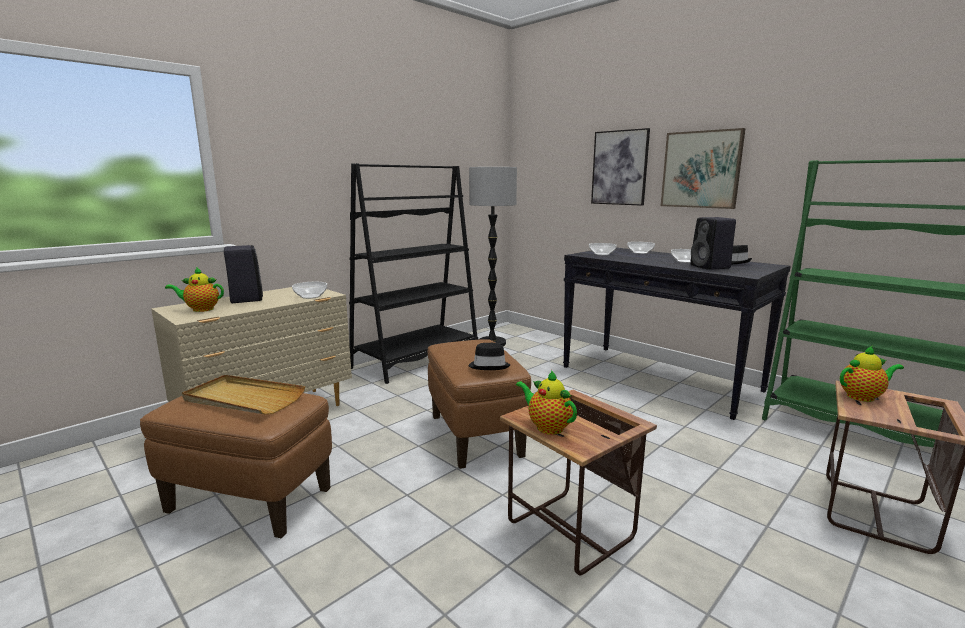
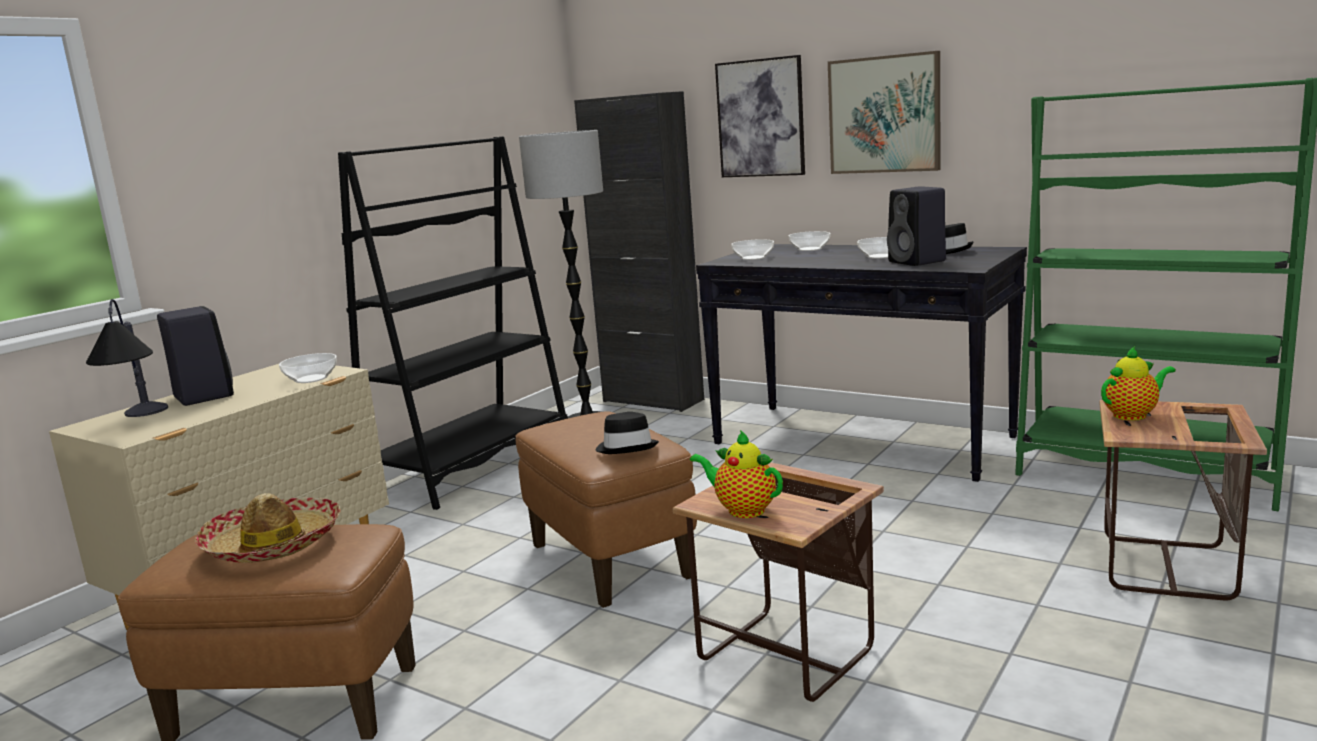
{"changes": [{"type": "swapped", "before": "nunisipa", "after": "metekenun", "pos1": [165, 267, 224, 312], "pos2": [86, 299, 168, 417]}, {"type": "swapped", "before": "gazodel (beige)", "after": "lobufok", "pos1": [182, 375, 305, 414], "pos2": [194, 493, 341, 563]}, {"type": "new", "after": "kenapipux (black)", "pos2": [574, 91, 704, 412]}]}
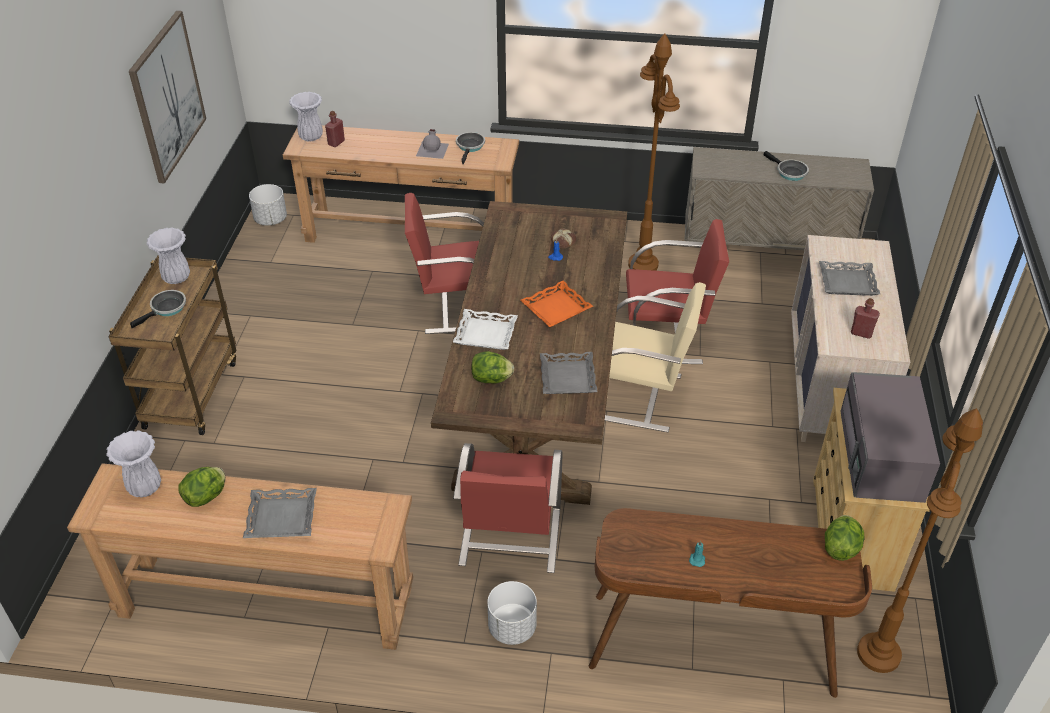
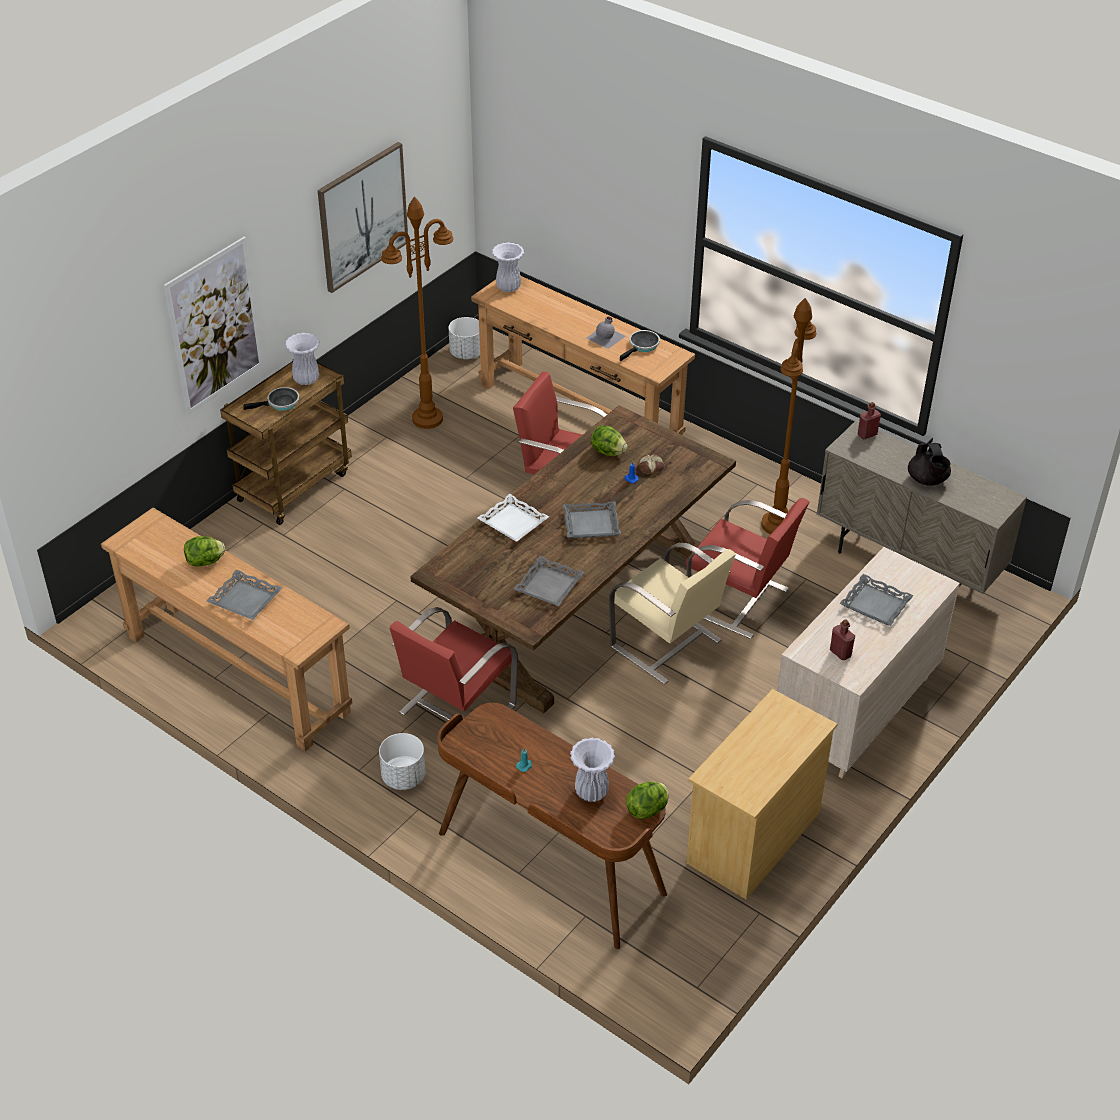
{"changes": [{"type": "shifted", "before": "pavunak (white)", "pos1": [106, 430, 161, 498], "pos2": [570, 738, 615, 802]}, {"type": "shifted", "before": "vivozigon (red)", "pos1": [325, 111, 345, 147], "pos2": [858, 402, 881, 440]}, {"type": "shifted", "before": "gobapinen", "pos1": [471, 351, 514, 384], "pos2": [591, 426, 627, 456]}, {"type": "repainted", "before": "gazodel (orange)", "after": "gazodel (grey)", "pos1": [520, 280, 593, 327], "pos2": [563, 501, 621, 538]}, {"type": "swapped", "before": "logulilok", "after": "nunisipa (black)", "pos1": [764, 151, 809, 181], "pos2": [908, 443, 951, 486]}, {"type": "gone", "before": "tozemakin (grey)", "pos1": [840, 372, 940, 503]}, {"type": "shifted", "before": "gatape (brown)", "pos1": [857, 408, 983, 673], "pos2": [381, 196, 453, 429]}, {"type": "new", "after": "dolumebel", "pos2": [164, 237, 263, 415]}]}
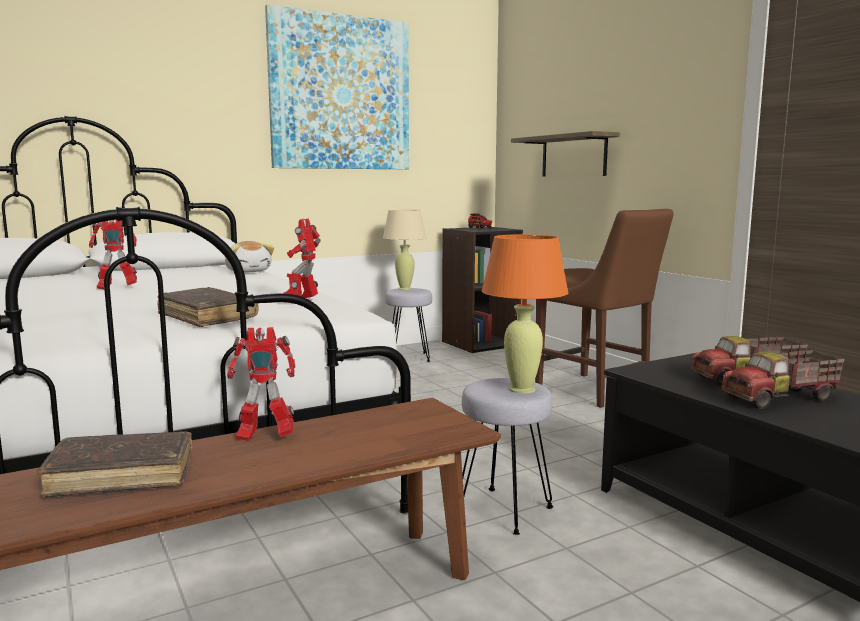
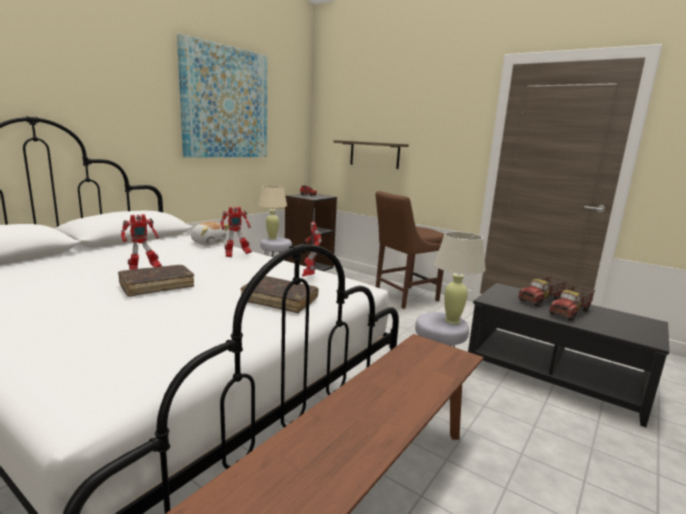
{"changes": [{"type": "shifted", "before": "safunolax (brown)", "pos1": [37, 431, 192, 498], "pos2": [118, 265, 194, 297]}, {"type": "shifted", "before": "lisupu", "pos1": [227, 327, 296, 441], "pos2": [220, 207, 252, 257]}, {"type": "repainted", "before": "metekenun (orange)", "after": "metekenun (beige)", "pos1": [482, 235, 569, 394], "pos2": [434, 232, 486, 324]}, {"type": "rotated", "before": "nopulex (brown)", "pos1": [535, 209, 674, 408], "pos2": [375, 191, 444, 309], "turn": 120}]}
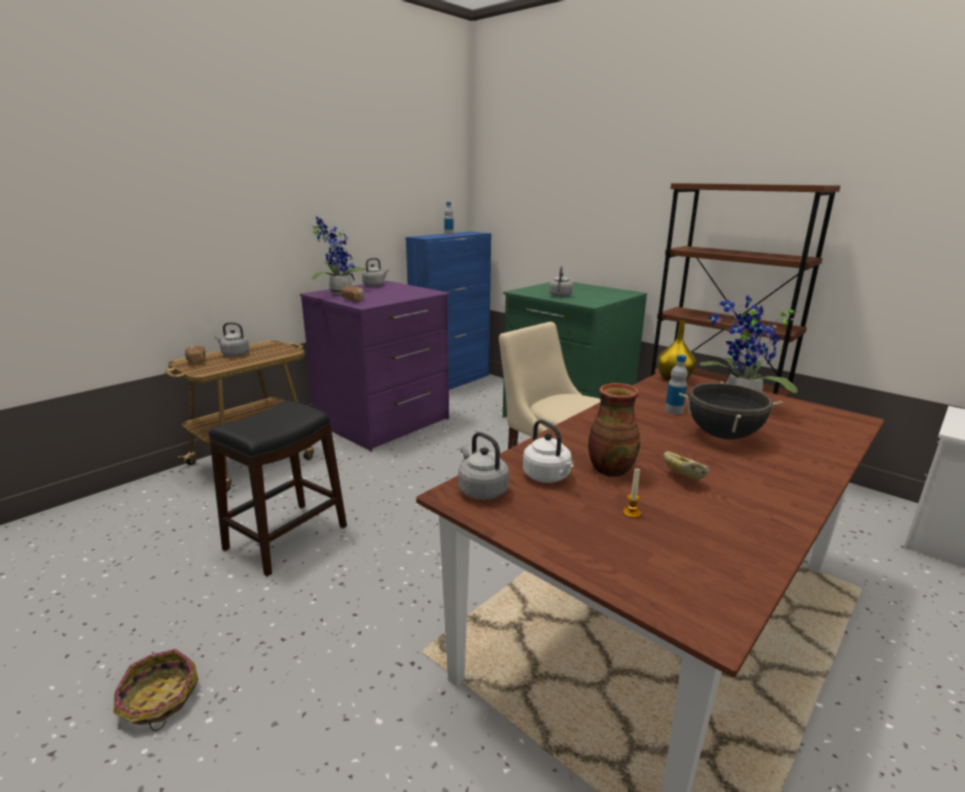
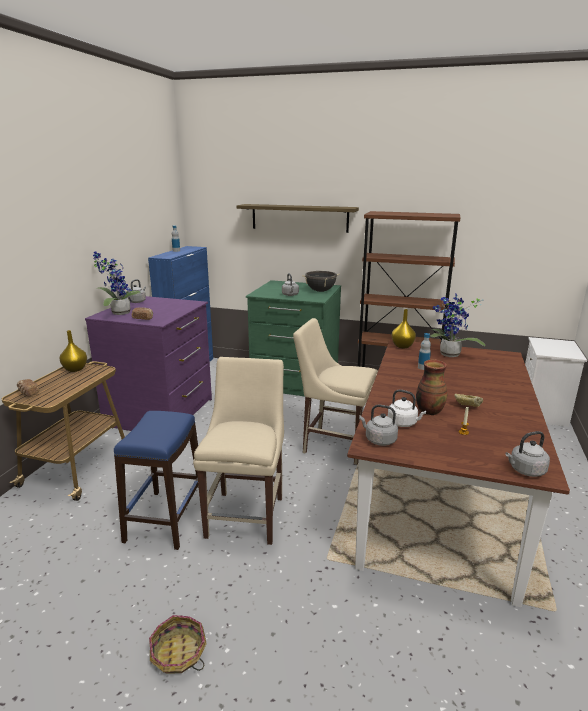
{"changes": [{"type": "repainted", "before": "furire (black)", "after": "furire (blue)", "pos1": [209, 401, 347, 577], "pos2": [114, 411, 199, 550]}, {"type": "shifted", "before": "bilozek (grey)", "pos1": [215, 322, 249, 356], "pos2": [505, 431, 550, 477]}, {"type": "shifted", "before": "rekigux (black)", "pos1": [679, 381, 783, 440], "pos2": [302, 271, 340, 292]}, {"type": "new", "after": "pavunak (yellow)", "pos2": [60, 330, 87, 372]}, {"type": "new", "after": "nopulex (beige)", "pos2": [193, 357, 284, 545]}, {"type": "new", "after": "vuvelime", "pos2": [237, 204, 359, 233]}]}
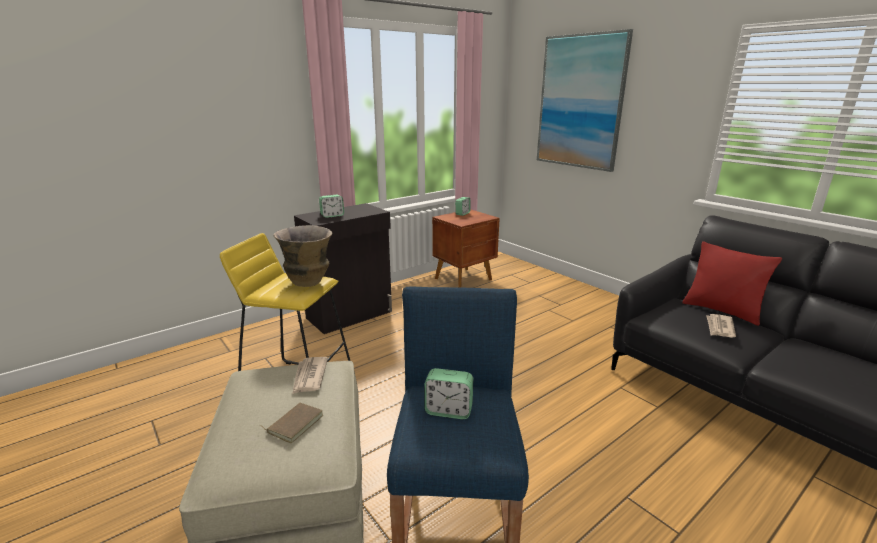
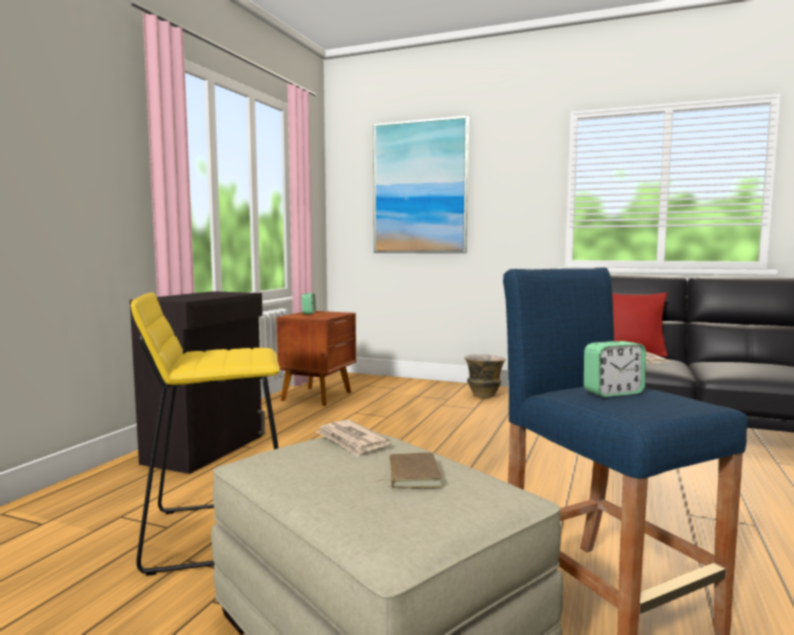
{"changes": [{"type": "shifted", "before": "pavunak", "pos1": [273, 225, 332, 287], "pos2": [464, 354, 506, 398]}, {"type": "gone", "before": "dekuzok", "pos1": [319, 195, 344, 218]}]}
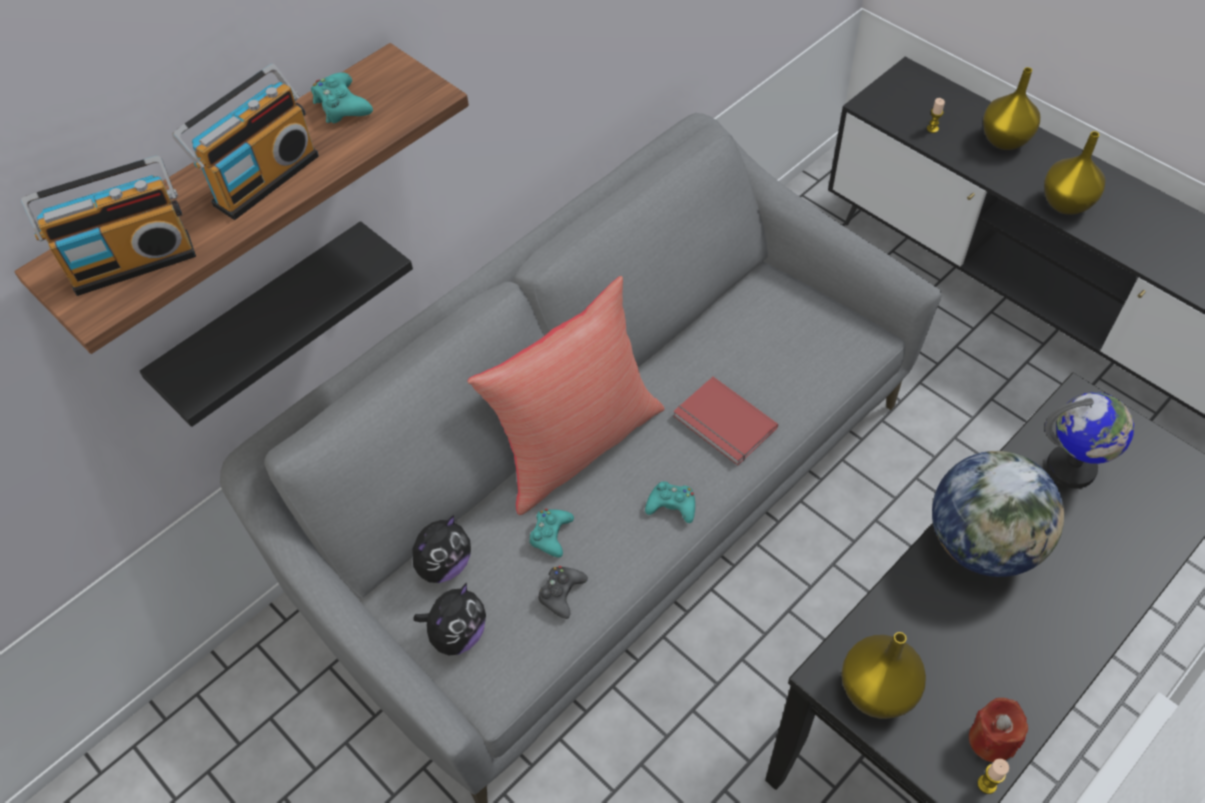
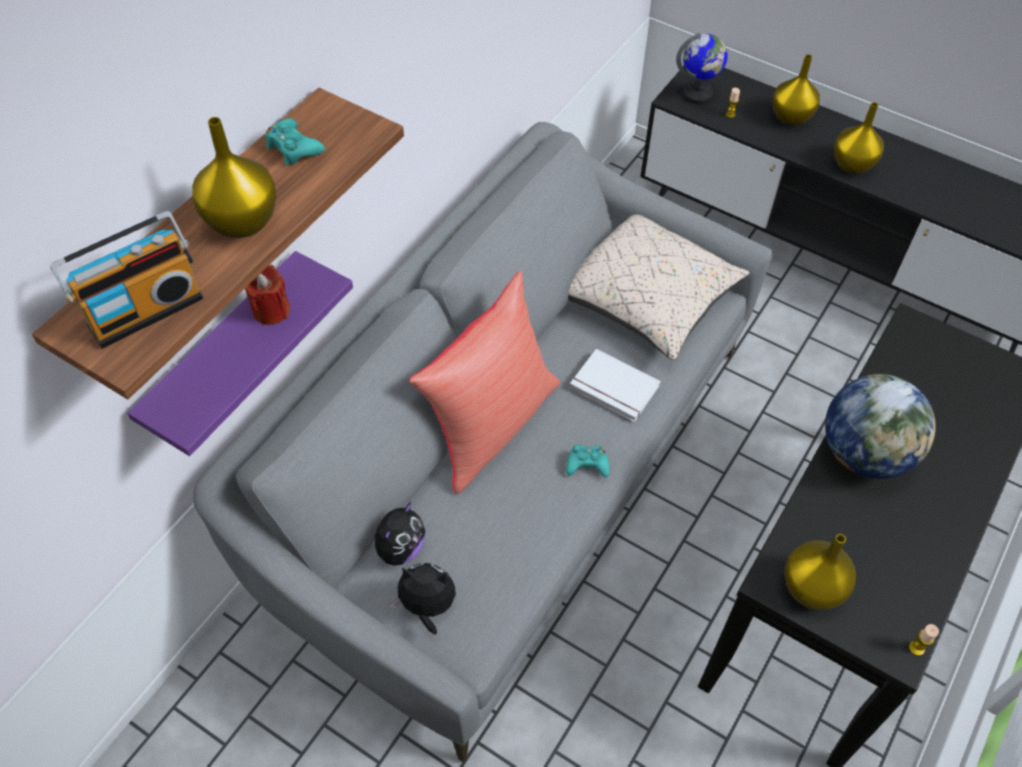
{"changes": [{"type": "repainted", "before": "vuvelime (black)", "after": "vuvelime (purple)", "pos1": [140, 221, 413, 427], "pos2": [127, 251, 353, 456]}, {"type": "swapped", "before": "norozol", "after": "pavunak (yellow)", "pos1": [172, 64, 319, 220], "pos2": [192, 117, 277, 238]}, {"type": "rotated", "before": "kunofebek", "pos1": [413, 583, 486, 655], "pos2": [390, 563, 456, 635], "turn": -105}, {"type": "gone", "before": "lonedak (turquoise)", "pos1": [529, 509, 574, 557]}, {"type": "gone", "before": "lonedak (black)", "pos1": [538, 566, 588, 619]}, {"type": "repainted", "before": "safunolax (red)", "after": "safunolax (white)", "pos1": [673, 377, 778, 466], "pos2": [570, 349, 661, 422]}, {"type": "shifted", "before": "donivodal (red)", "pos1": [969, 698, 1028, 762], "pos2": [245, 264, 290, 325]}, {"type": "shifted", "before": "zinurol", "pos1": [1045, 392, 1134, 488], "pos2": [676, 33, 728, 104]}, {"type": "new", "after": "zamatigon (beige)", "pos2": [568, 215, 749, 360]}]}
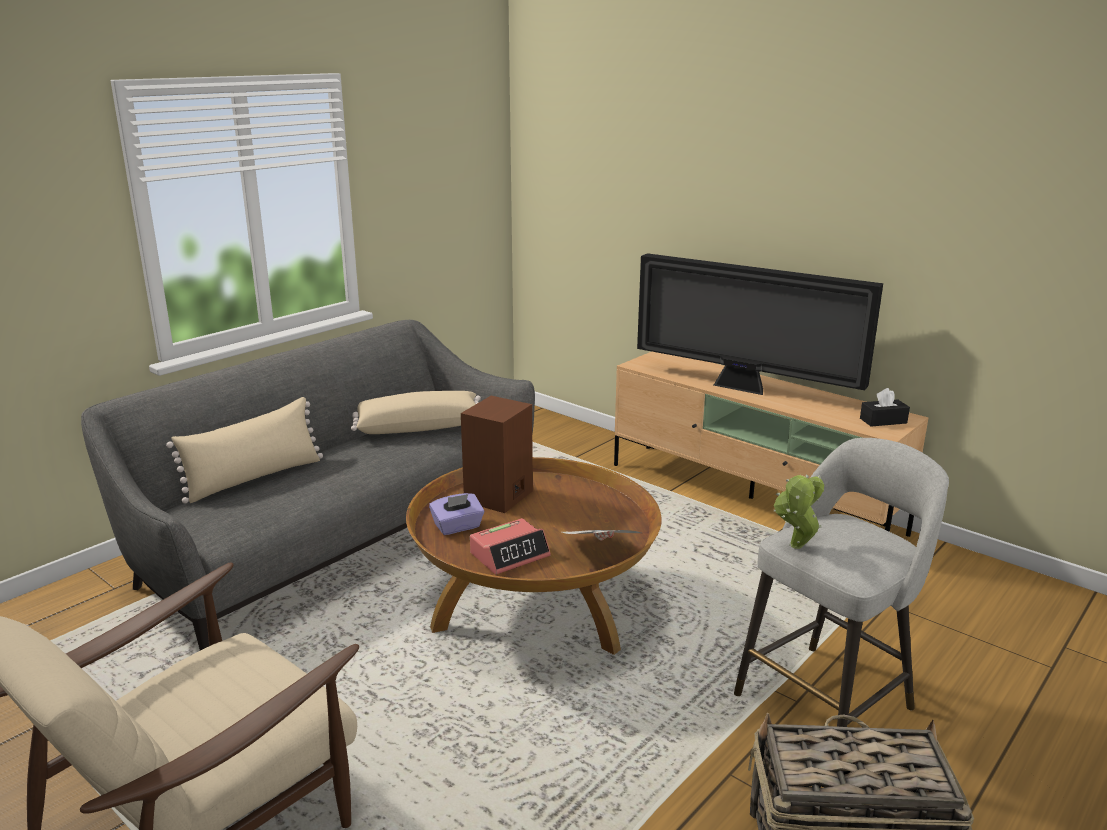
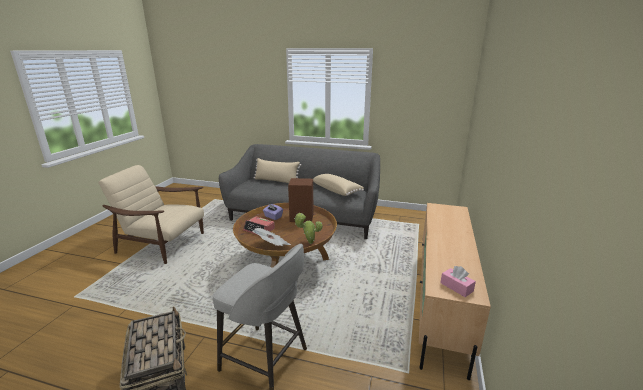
{"changes": [{"type": "gone", "before": "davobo", "pos1": [637, 253, 883, 395]}, {"type": "shifted", "before": "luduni", "pos1": [774, 475, 824, 549], "pos2": [294, 213, 323, 244]}, {"type": "repainted", "before": "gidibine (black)", "after": "gidibine (pink)", "pos1": [860, 388, 910, 427], "pos2": [440, 266, 476, 297]}]}
